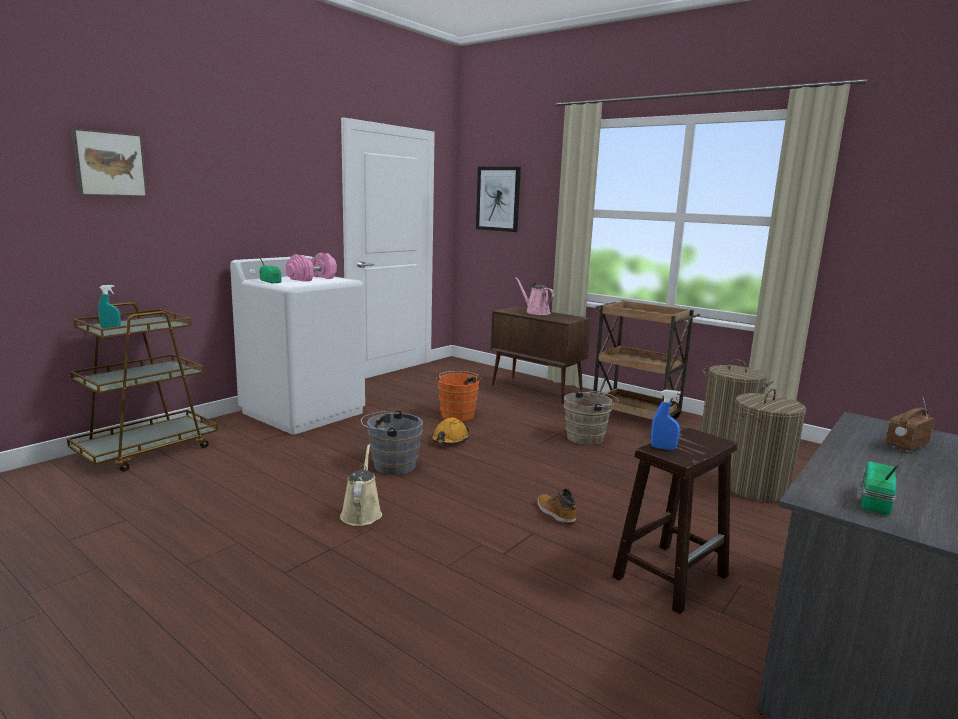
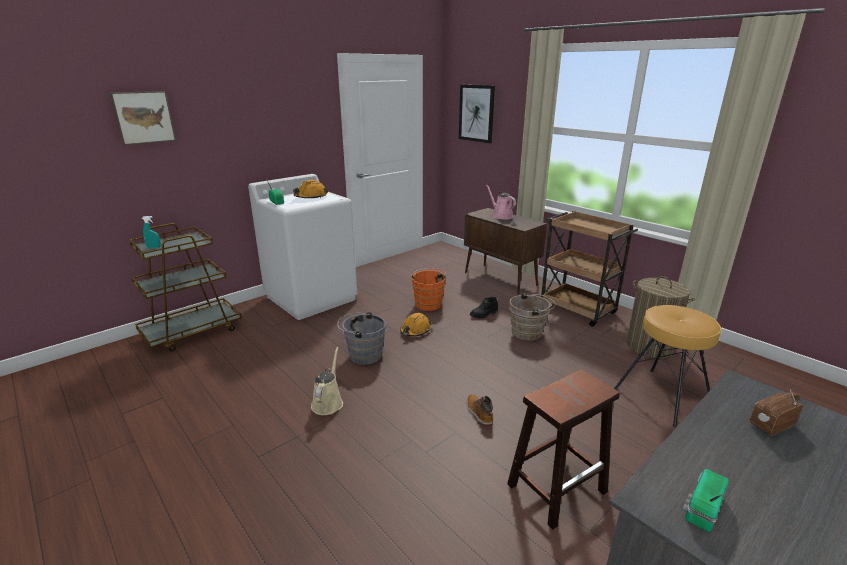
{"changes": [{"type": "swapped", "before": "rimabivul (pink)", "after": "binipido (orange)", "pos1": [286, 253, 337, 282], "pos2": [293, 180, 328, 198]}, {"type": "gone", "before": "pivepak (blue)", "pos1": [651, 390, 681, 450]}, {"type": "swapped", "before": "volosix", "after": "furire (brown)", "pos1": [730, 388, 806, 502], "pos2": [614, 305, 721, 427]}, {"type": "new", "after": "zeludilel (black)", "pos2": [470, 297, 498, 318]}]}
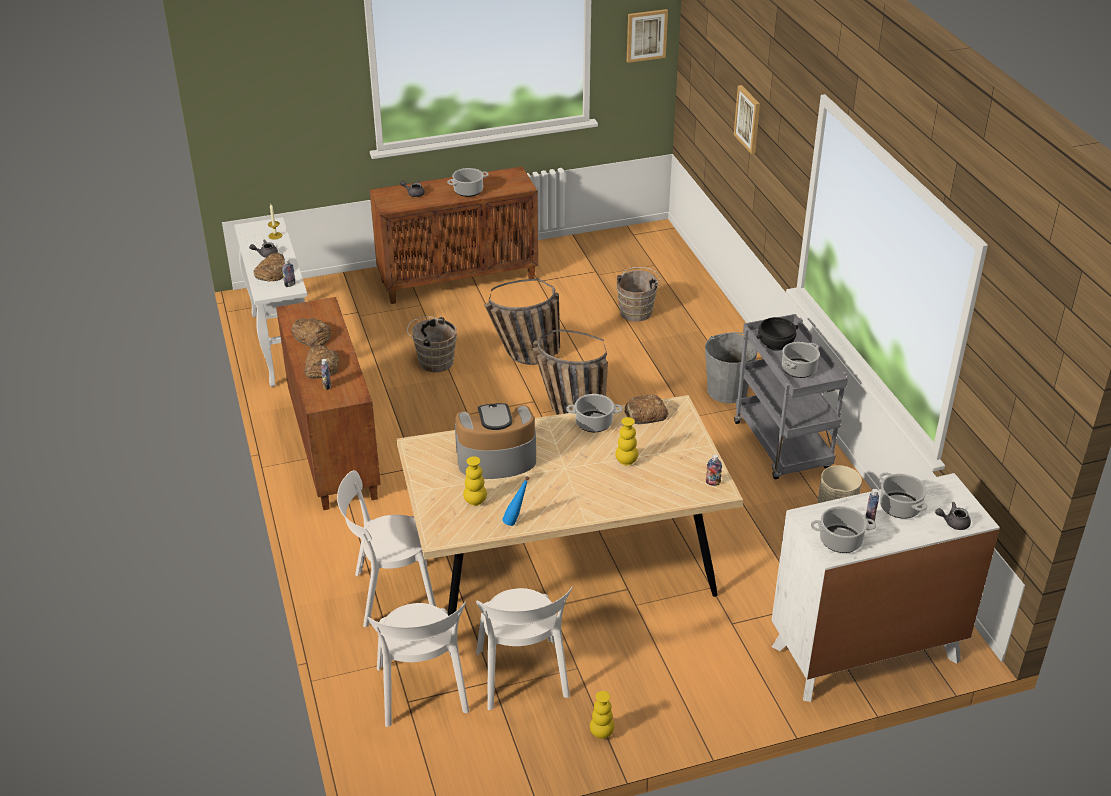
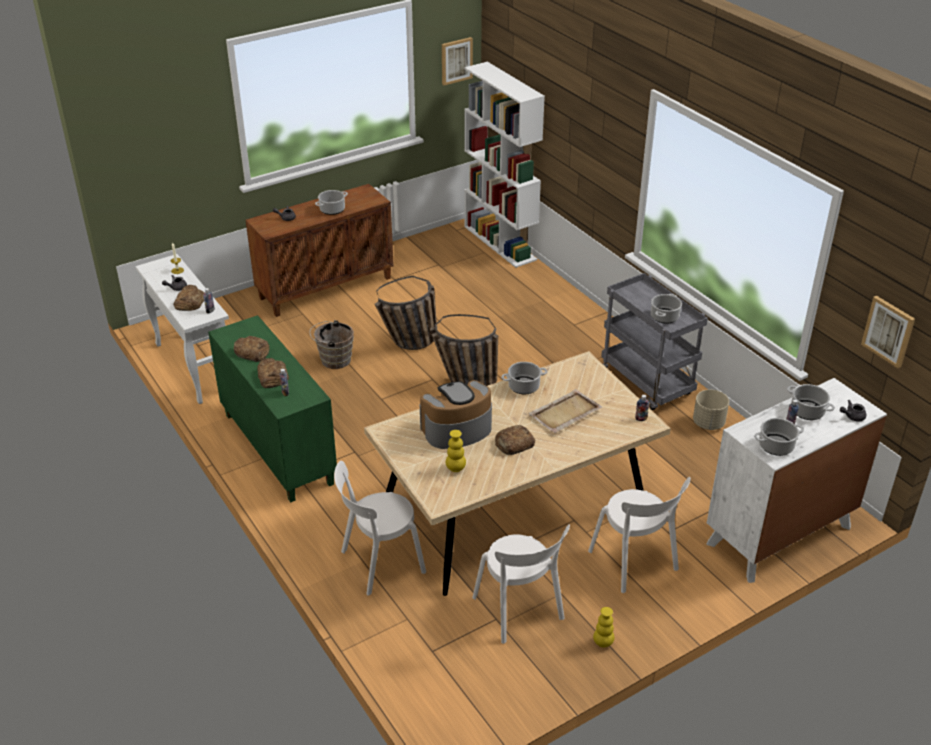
{"changes": [{"type": "repainted", "before": "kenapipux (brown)", "after": "kenapipux (green)", "pos1": [276, 297, 381, 510], "pos2": [208, 315, 337, 502]}, {"type": "shifted", "before": "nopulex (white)", "pos1": [368, 601, 469, 727], "pos2": [588, 477, 691, 593]}, {"type": "gone", "before": "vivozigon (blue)", "pos1": [502, 476, 529, 526]}, {"type": "swapped", "before": "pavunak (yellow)", "after": "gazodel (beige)", "pos1": [615, 417, 638, 465], "pos2": [528, 389, 602, 433]}, {"type": "gone", "before": "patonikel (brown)", "pos1": [617, 267, 661, 322]}, {"type": "shifted", "before": "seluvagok", "pos1": [624, 395, 668, 424], "pos2": [495, 425, 535, 455]}, {"type": "gone", "before": "patonikel (grey)", "pos1": [705, 332, 758, 403]}, {"type": "shifted", "before": "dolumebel", "pos1": [734, 85, 760, 154], "pos2": [861, 296, 915, 368]}, {"type": "gone", "before": "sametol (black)", "pos1": [757, 317, 798, 351]}, {"type": "new", "after": "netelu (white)", "pos2": [464, 62, 545, 268]}]}
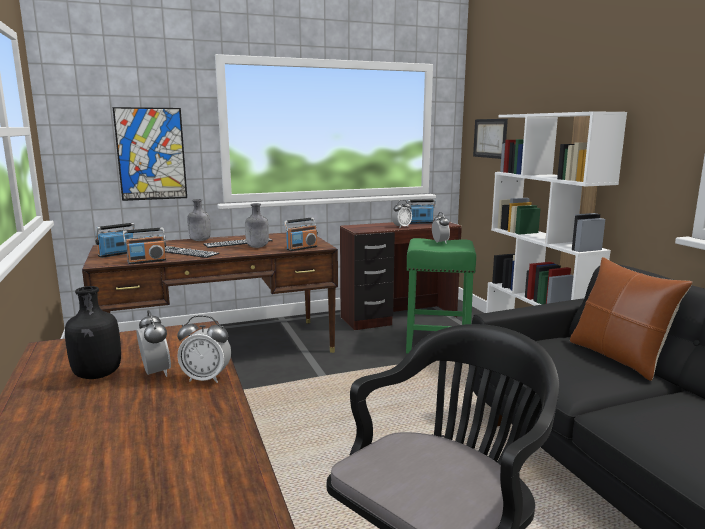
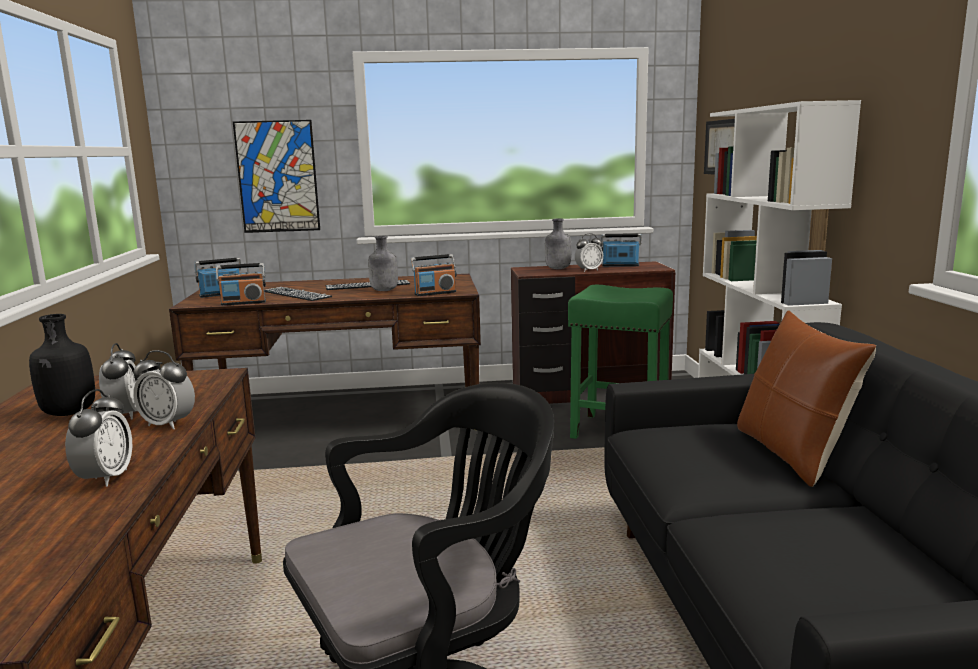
{"changes": [{"type": "shifted", "before": "vivozigon (grey)", "pos1": [187, 199, 211, 241], "pos2": [545, 218, 572, 269]}, {"type": "shifted", "before": "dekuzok", "pos1": [432, 212, 450, 243], "pos2": [65, 389, 132, 487]}]}
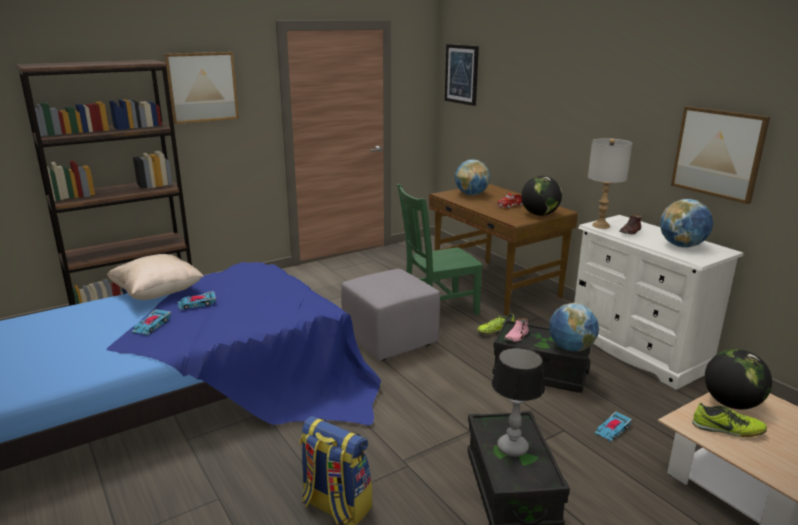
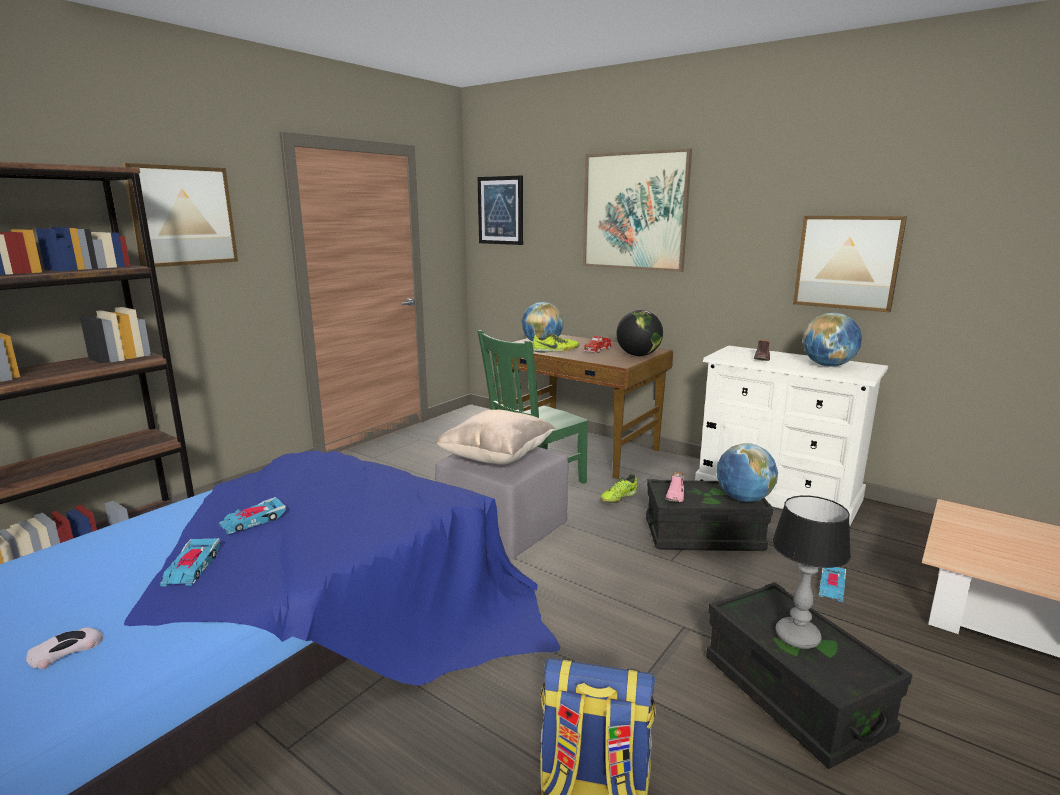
{"changes": [{"type": "shifted", "before": "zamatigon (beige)", "pos1": [107, 254, 204, 300], "pos2": [436, 410, 556, 465]}, {"type": "gone", "before": "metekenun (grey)", "pos1": [588, 138, 632, 229]}, {"type": "shifted", "before": "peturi", "pos1": [692, 403, 767, 437], "pos2": [533, 334, 579, 353]}, {"type": "gone", "before": "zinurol", "pos1": [705, 349, 772, 409]}, {"type": "new", "after": "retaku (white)", "pos2": [26, 628, 103, 669]}, {"type": "new", "after": "dolumebel", "pos2": [583, 148, 692, 272]}]}
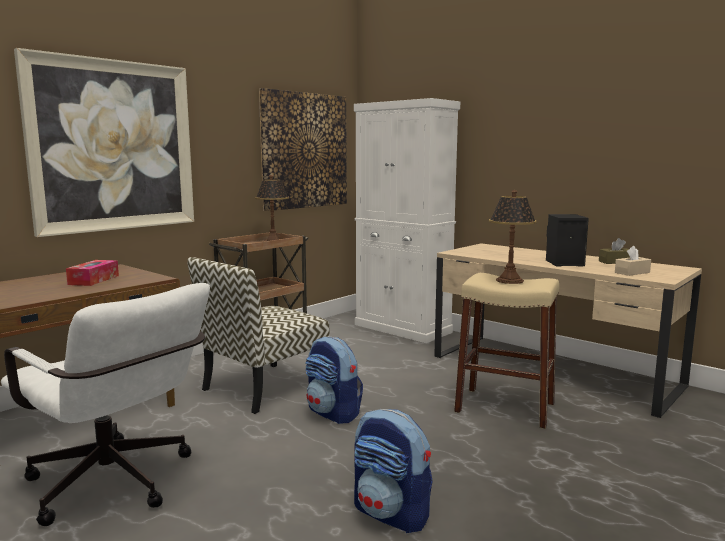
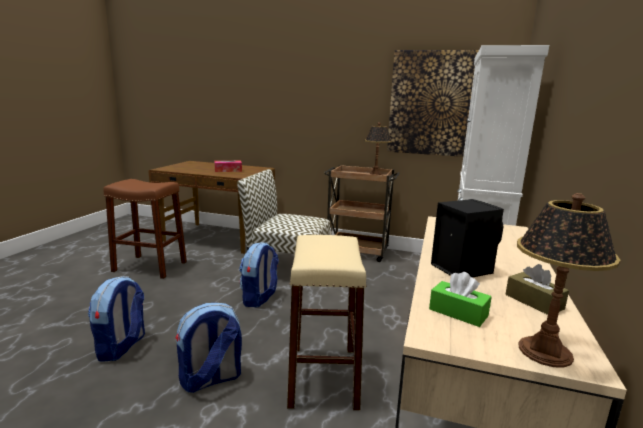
{"changes": [{"type": "swapped", "before": "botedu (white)", "after": "furire (brown)", "pos1": [1, 283, 210, 526], "pos2": [103, 179, 187, 279]}, {"type": "gone", "before": "dolumebel", "pos1": [14, 48, 194, 237]}, {"type": "shifted", "before": "metekenun", "pos1": [489, 190, 537, 284], "pos2": [517, 193, 620, 368]}, {"type": "repainted", "before": "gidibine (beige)", "after": "gidibine (green)", "pos1": [615, 246, 651, 276], "pos2": [429, 272, 492, 327]}, {"type": "new", "after": "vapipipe", "pos2": [175, 303, 242, 393]}]}
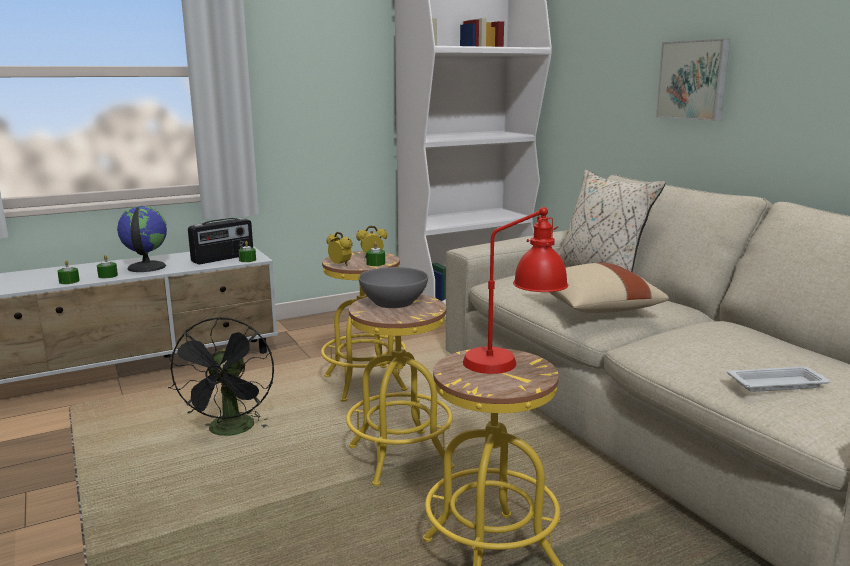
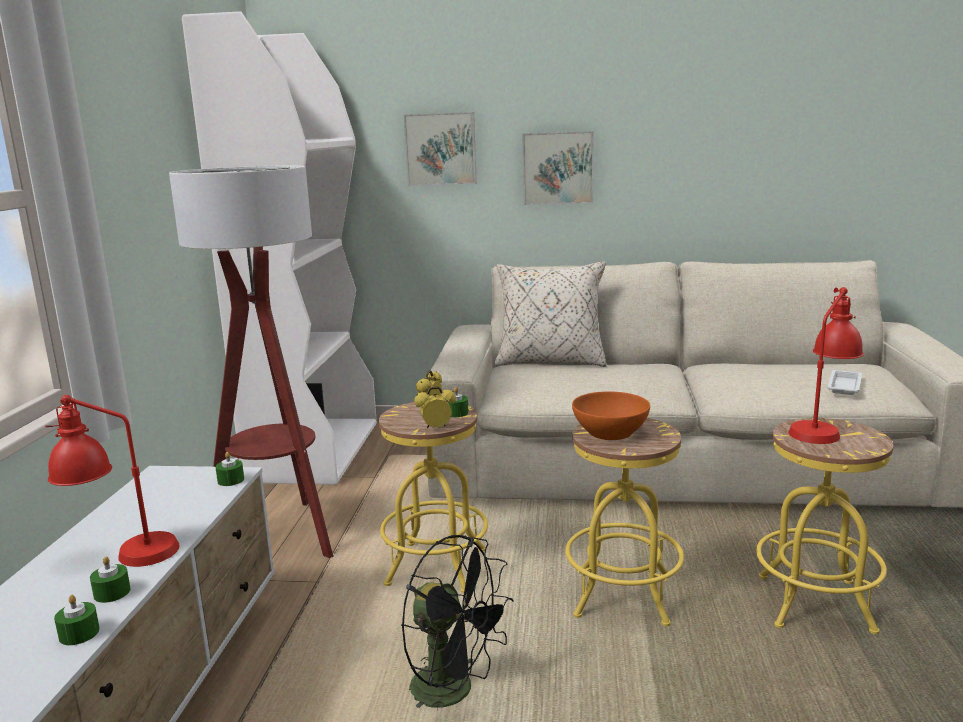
{"changes": [{"type": "swapped", "before": "zinurol", "after": "metekenun (red)", "pos1": [117, 206, 167, 272], "pos2": [45, 395, 180, 567]}, {"type": "gone", "before": "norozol", "pos1": [188, 218, 253, 264]}, {"type": "repainted", "before": "sametol (grey)", "after": "sametol (orange)", "pos1": [359, 267, 428, 308], "pos2": [572, 391, 650, 440]}, {"type": "gone", "before": "zamatigon (beige)", "pos1": [549, 263, 669, 313]}, {"type": "new", "after": "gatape", "pos2": [169, 165, 333, 558]}, {"type": "new", "after": "dolumebel", "pos2": [404, 112, 477, 186]}]}
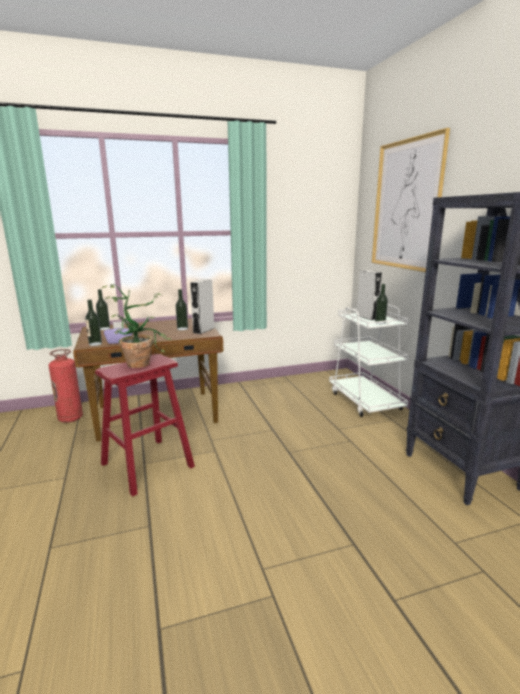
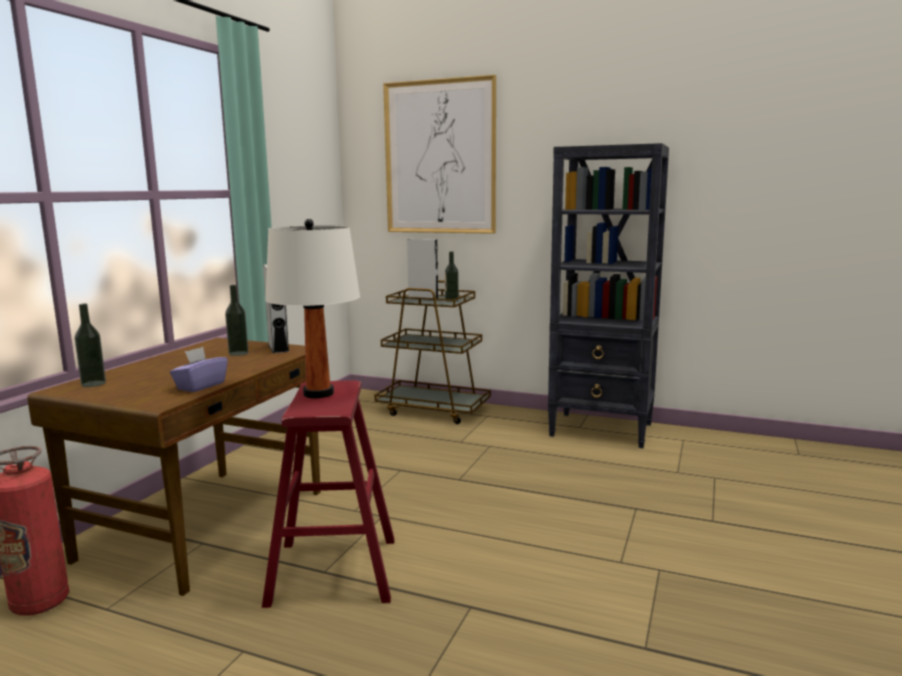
{"changes": [{"type": "gone", "before": "vivozigon", "pos1": [85, 299, 102, 346]}, {"type": "swapped", "before": "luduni", "after": "metekenun (white)", "pos1": [101, 284, 171, 368], "pos2": [265, 219, 360, 398]}, {"type": "repainted", "before": "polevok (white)", "after": "polevok (brown)", "pos1": [329, 304, 409, 417], "pos2": [375, 280, 491, 424]}]}
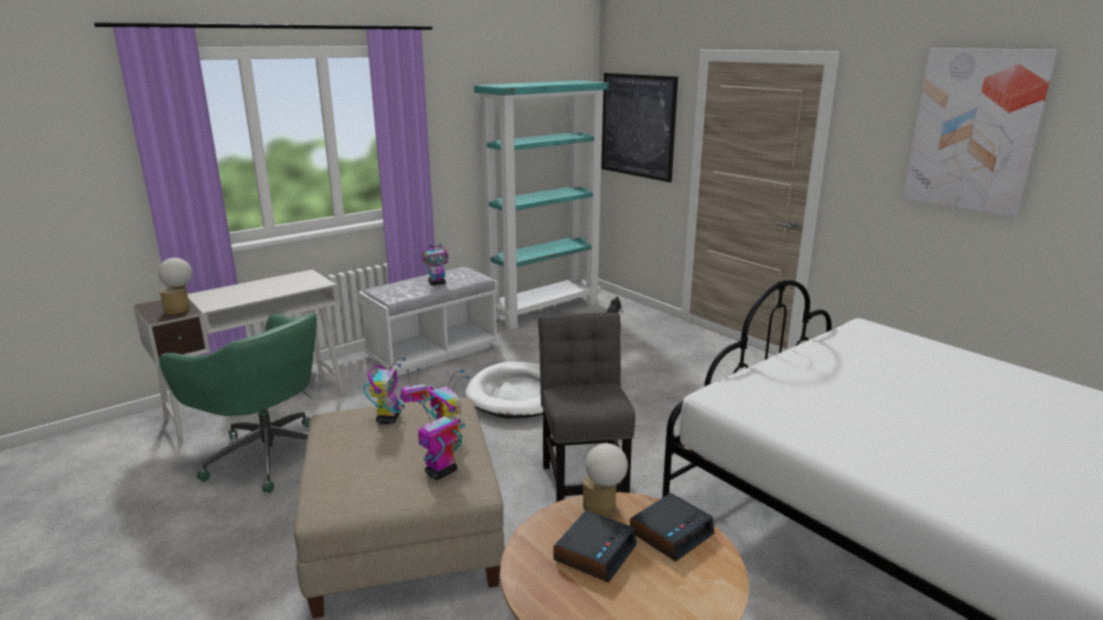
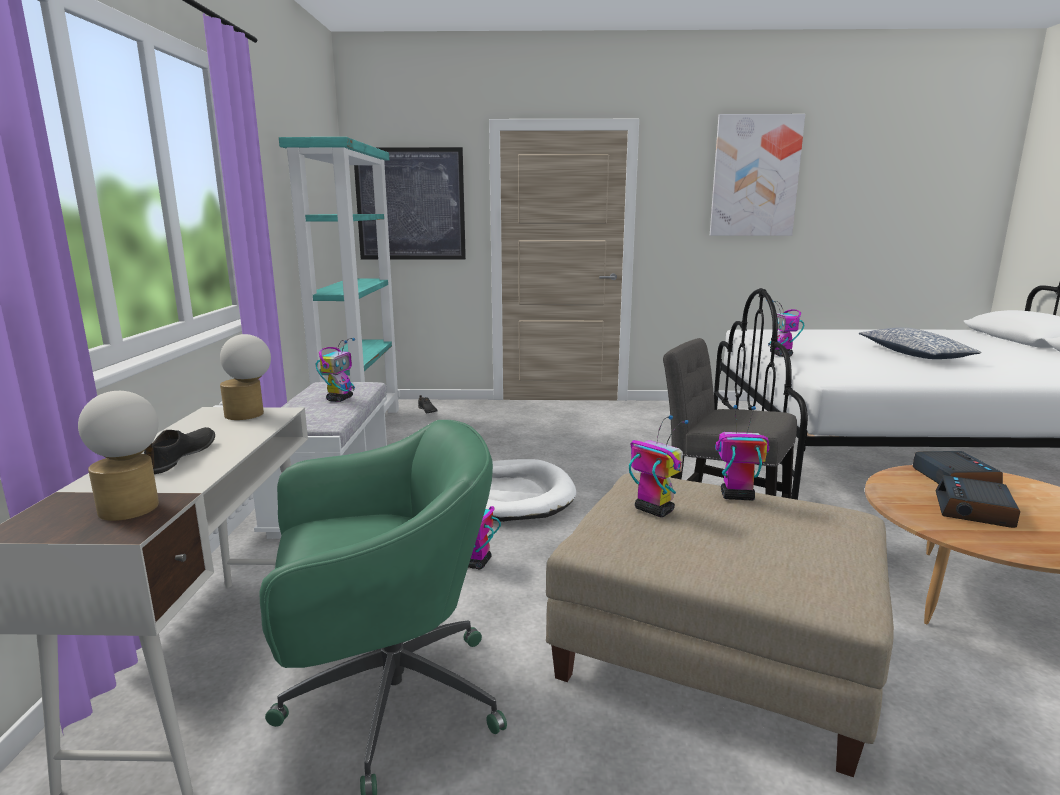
{"changes": [{"type": "shifted", "before": "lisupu", "pos1": [418, 395, 462, 480], "pos2": [766, 300, 804, 357]}, {"type": "rotated", "before": "dekuzok", "pos1": [553, 510, 637, 583], "pos2": [936, 475, 1020, 528], "turn": -135}, {"type": "shifted", "before": "metekenun", "pos1": [583, 443, 628, 516], "pos2": [220, 334, 271, 420]}, {"type": "new", "after": "peturi (black)", "pos2": [144, 427, 215, 474]}, {"type": "new", "after": "zamatigon", "pos2": [859, 327, 982, 359]}]}
